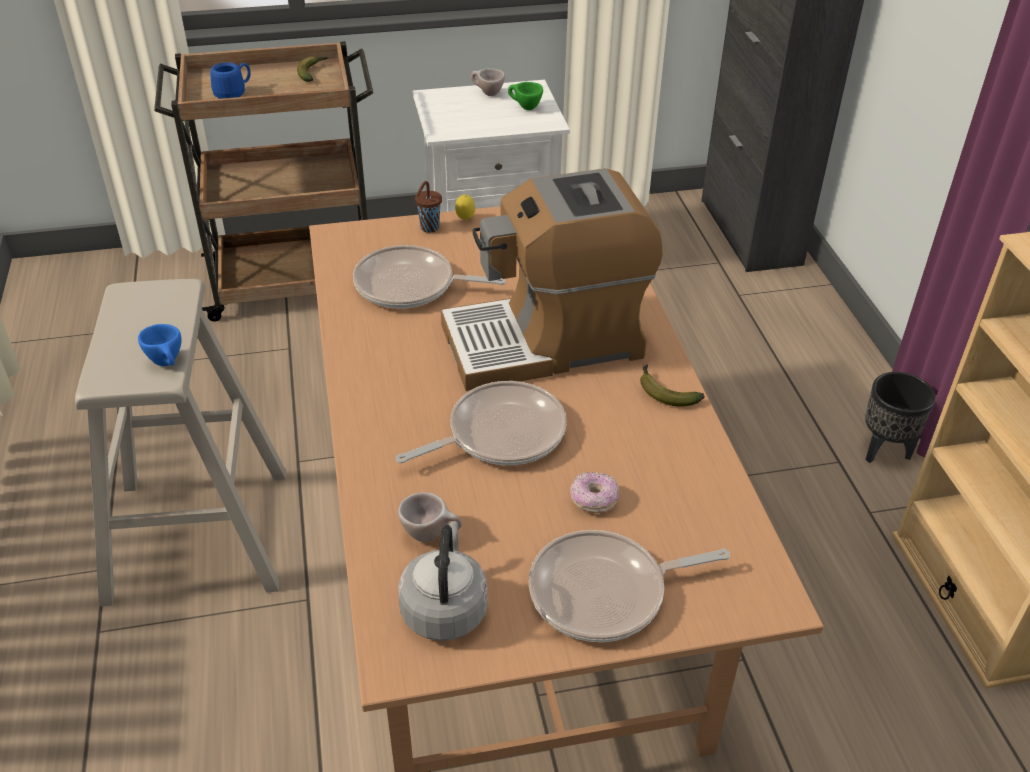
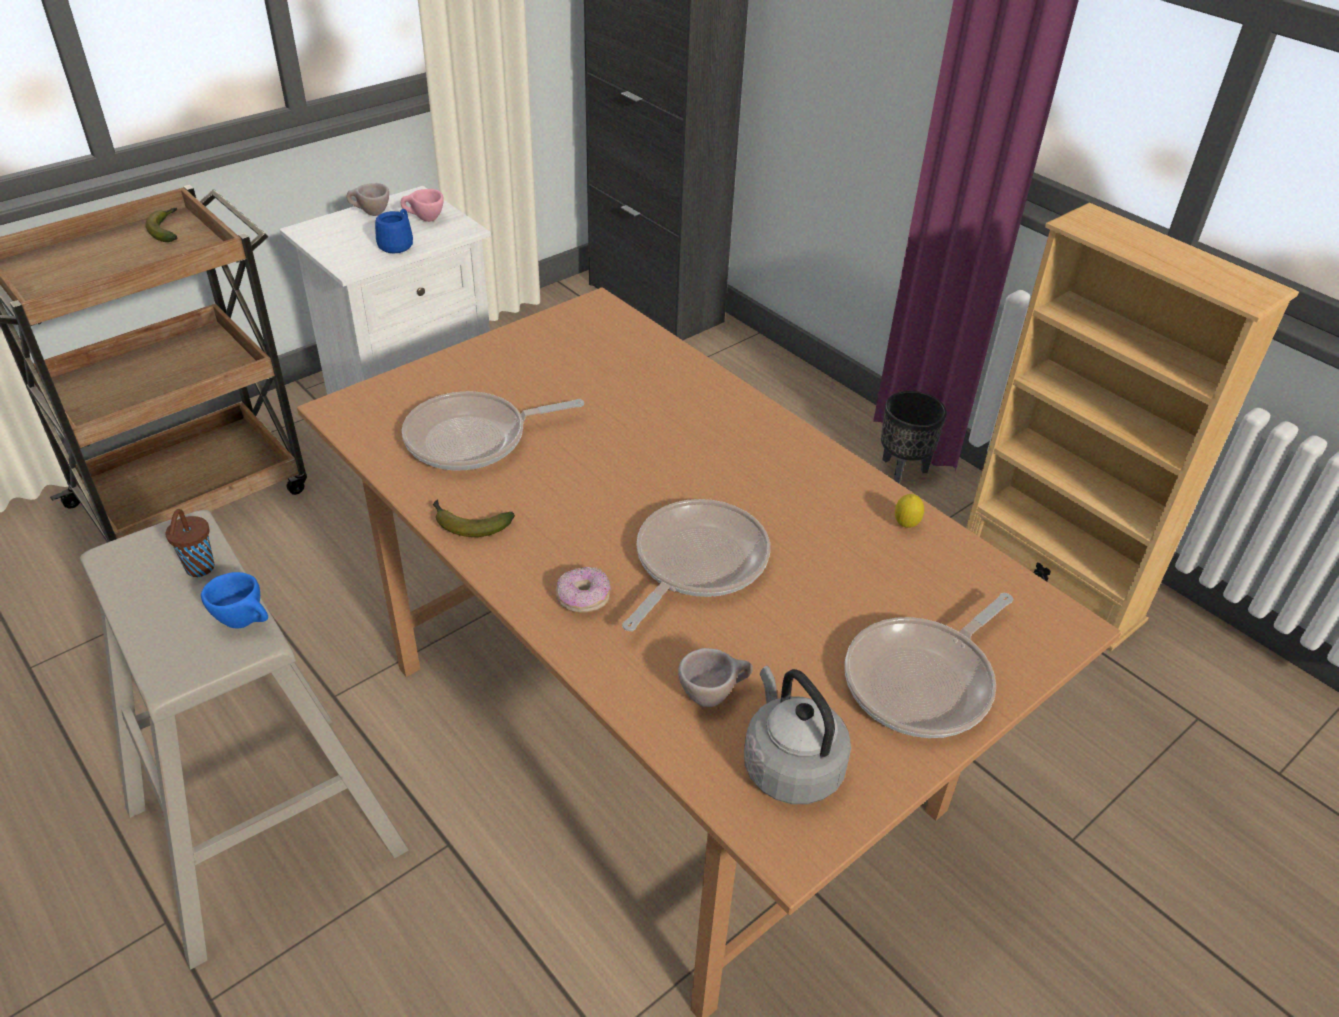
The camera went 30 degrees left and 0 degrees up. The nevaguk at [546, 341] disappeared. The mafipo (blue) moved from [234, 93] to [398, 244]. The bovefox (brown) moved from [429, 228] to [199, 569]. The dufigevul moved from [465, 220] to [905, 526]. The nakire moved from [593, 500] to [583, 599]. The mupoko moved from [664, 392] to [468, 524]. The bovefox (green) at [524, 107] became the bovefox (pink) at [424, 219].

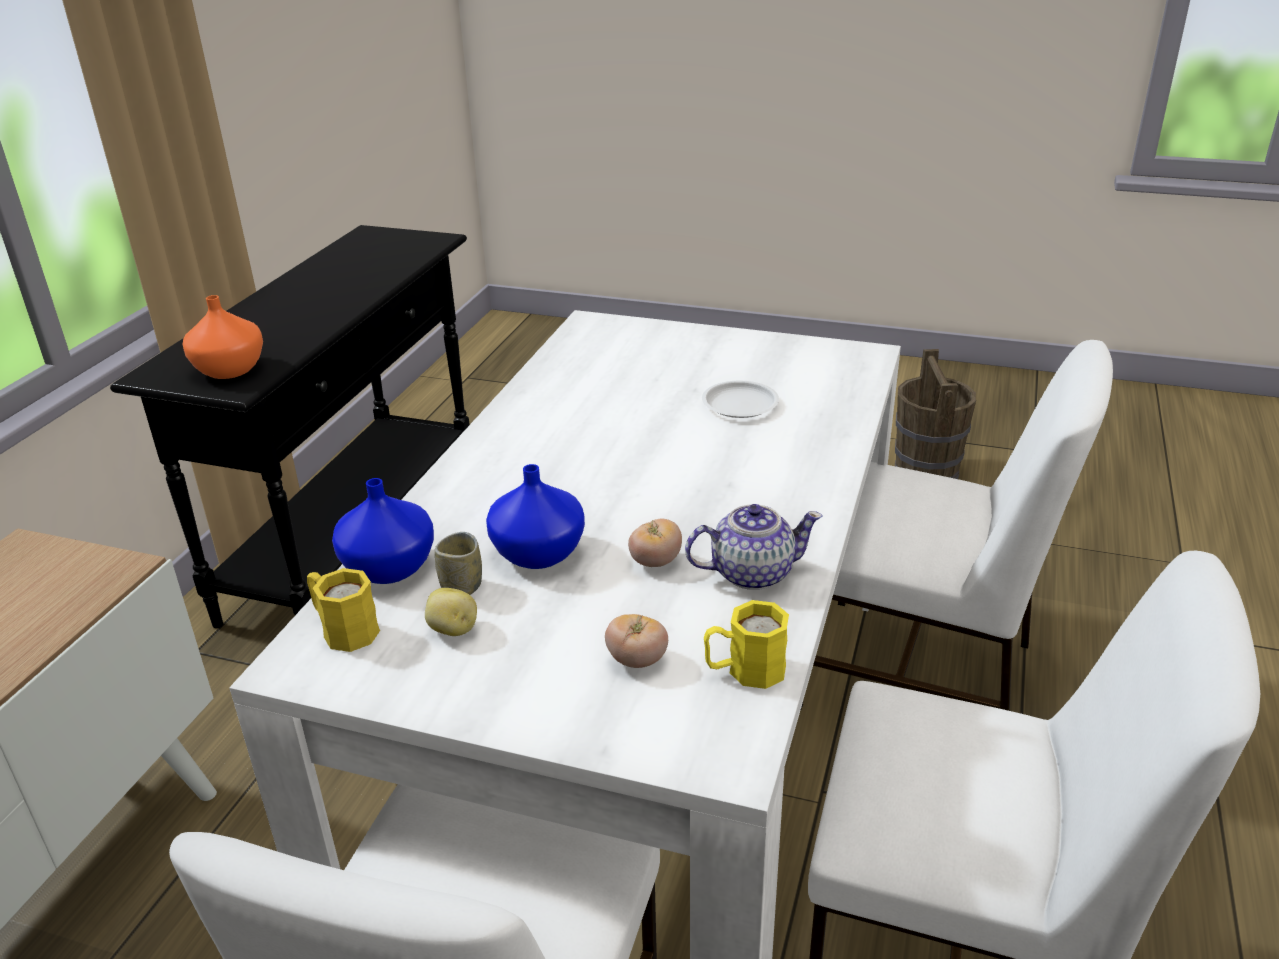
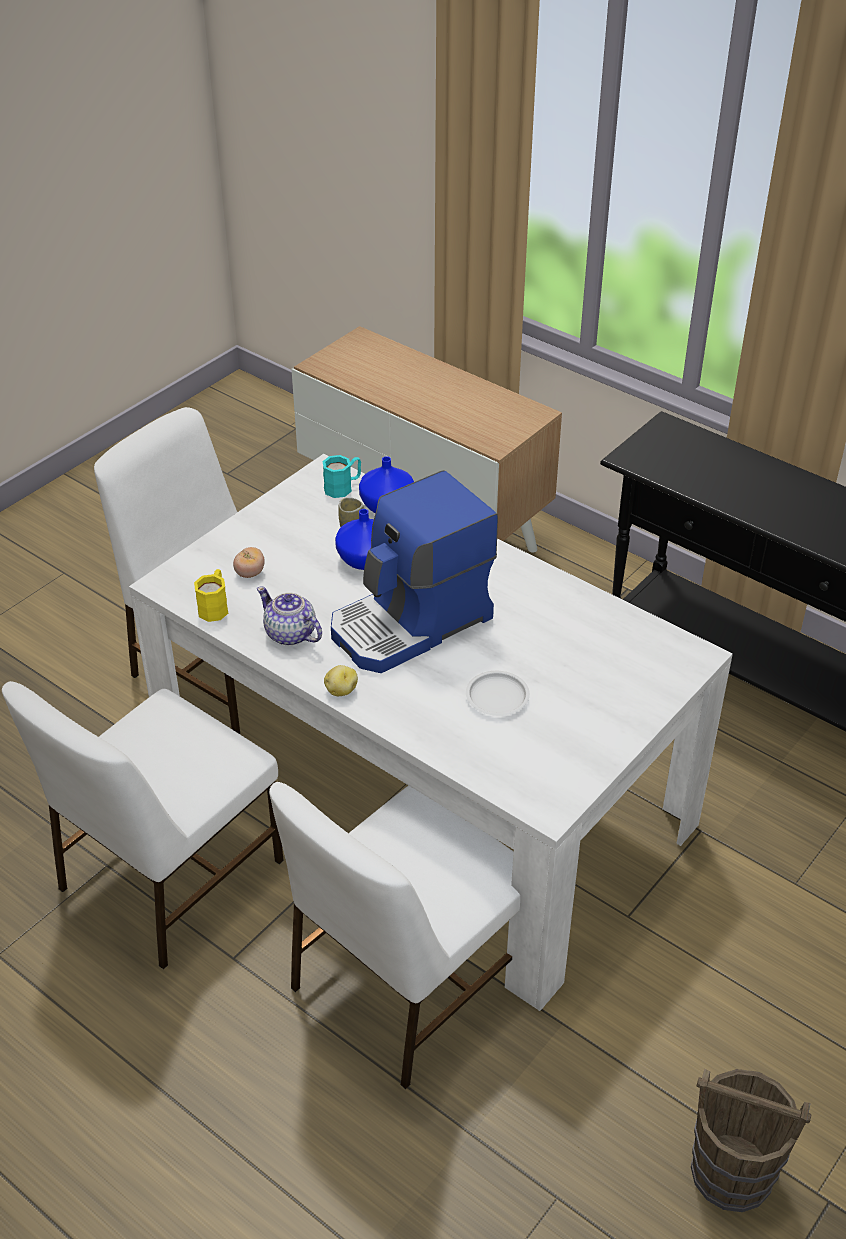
The camera went 110 degrees right and 10 degrees up. The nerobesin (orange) at [230, 370] disappeared. The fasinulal at [655, 561] disappeared. The nevaguk at [412, 624] appeared. The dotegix moved from [453, 630] to [341, 690]. The mafipo (yellow) at [343, 629] became the mafipo (turquoise) at [343, 487]. The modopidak at [751, 573] turned 120 degrees clockwise.

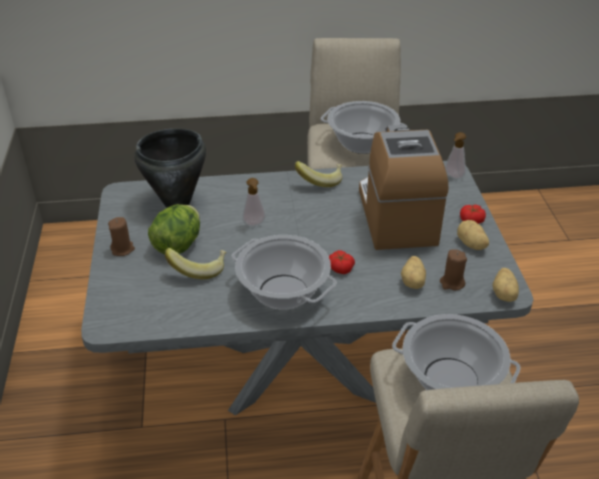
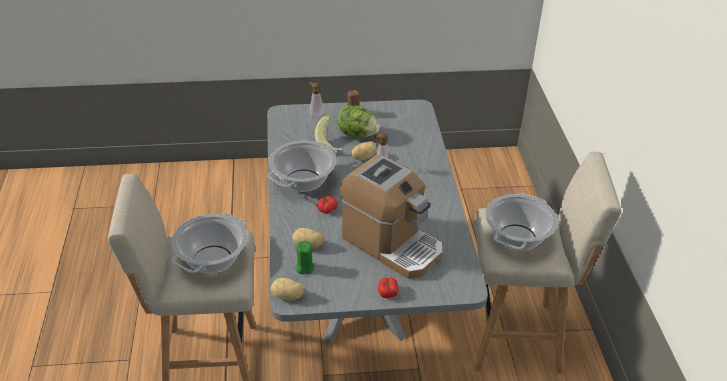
The camera went 90 degrees right and 0 degrees up. The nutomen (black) at [177, 203] disappeared. The mupoko at [320, 180] disappeared. The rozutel moved from [453, 177] to [315, 116]. The dotegix moved from [471, 244] to [363, 157]. The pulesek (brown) at [452, 283] became the pulesek (green) at [304, 267]. The nevaguk at [396, 216] turned 45 degrees clockwise.

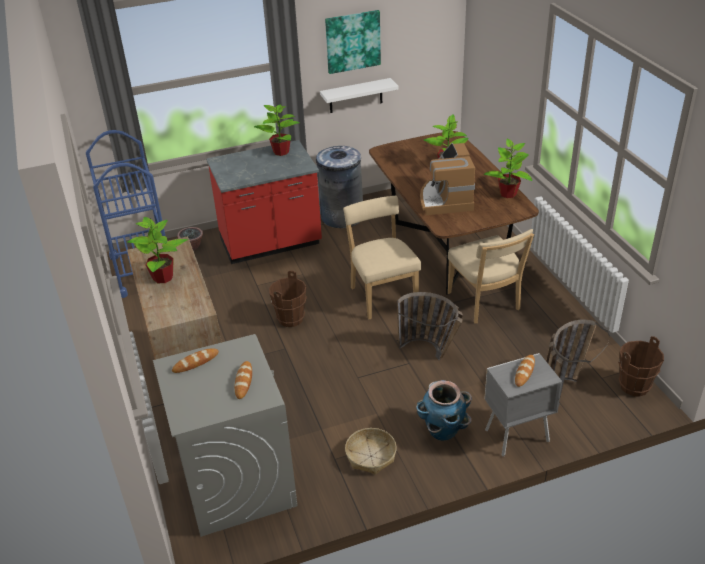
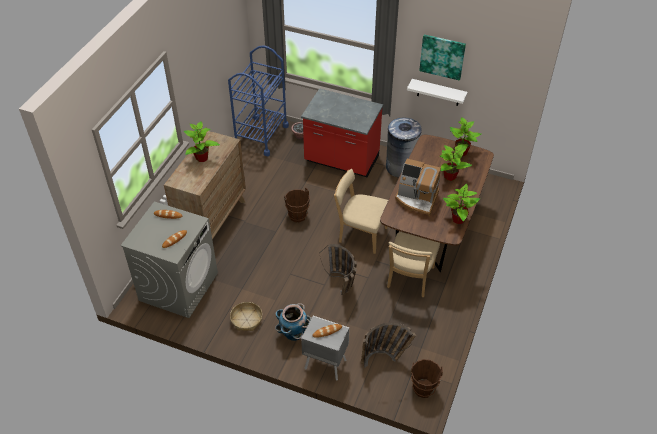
The camera went 40 degrees right and 10 degrees up. The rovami moved from [281, 152] to [461, 152]. The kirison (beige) at [382, 295] turned 90 degrees counterclockwise. The nevaguk at [445, 199] turned 105 degrees counterclockwise.

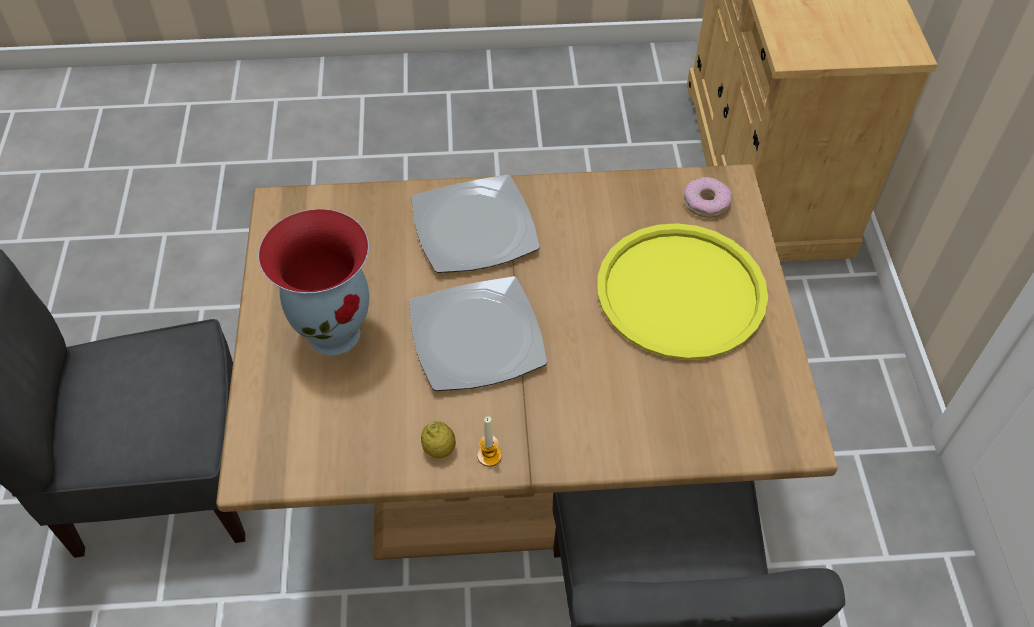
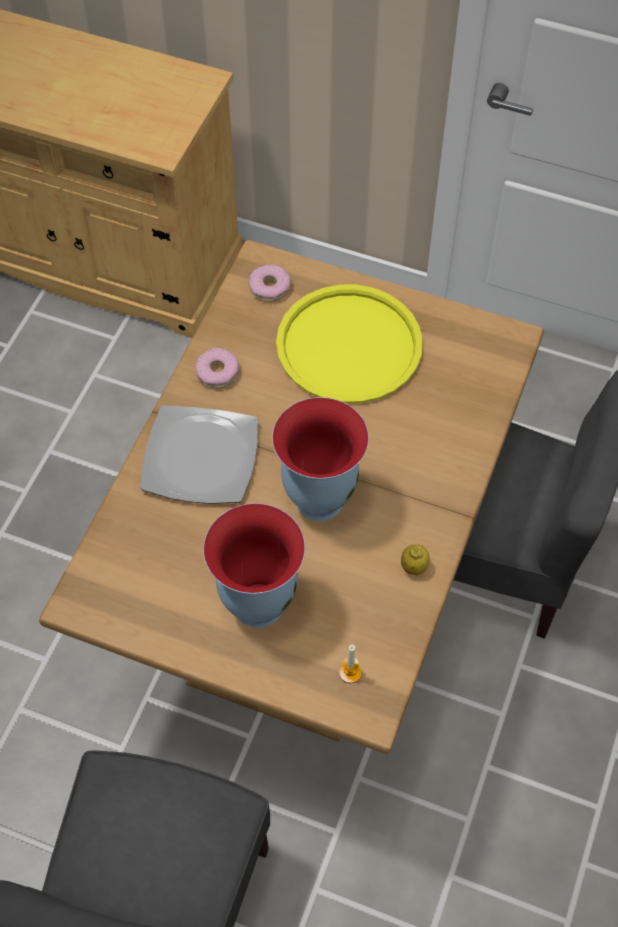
The camera went 65 degrees left and 5 degrees up. The nakire at [217, 372] appeared. The pulesek moved from [489, 455] to [350, 673]. The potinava at [477, 336] was replaced by the nerobesin at [318, 499].

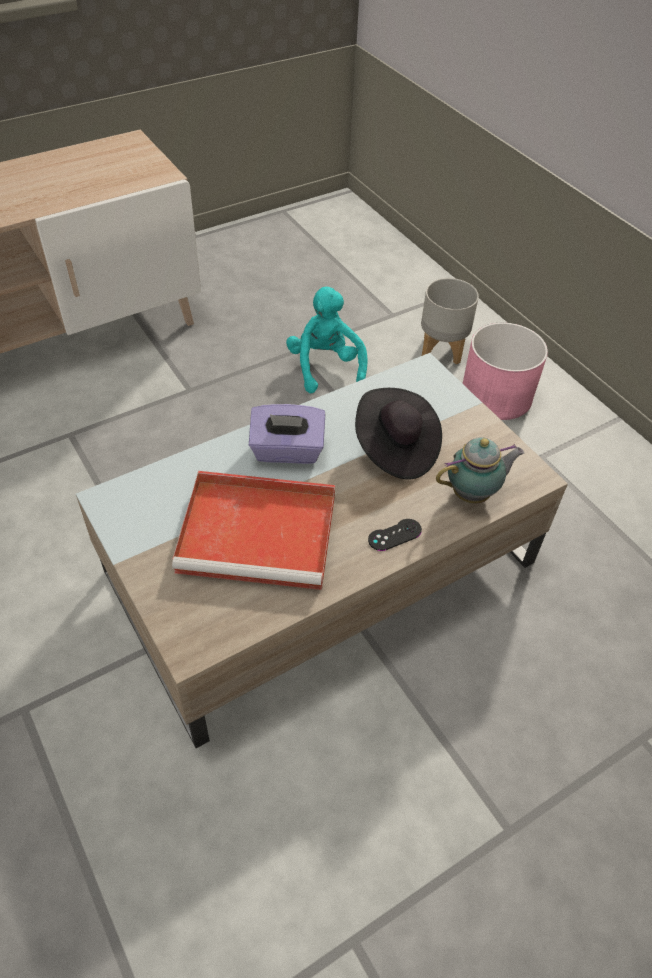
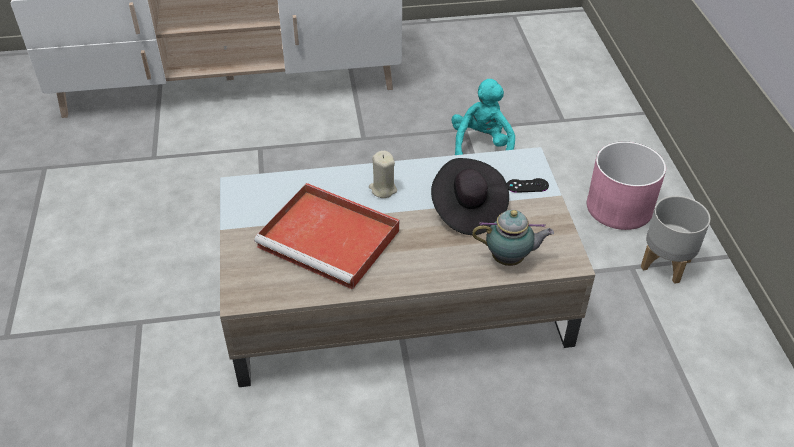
The camera went 25 degrees right and 5 degrees down. The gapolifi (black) moved from [394, 535] to [527, 185]. The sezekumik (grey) moved from [441, 350] to [665, 265]. The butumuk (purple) at [287, 451] was replaced by the pulesek (beige) at [383, 189].

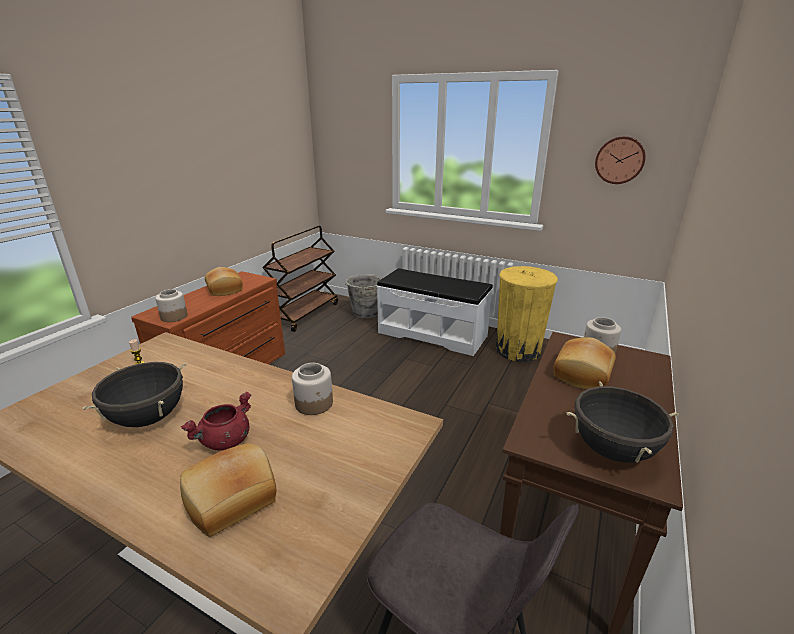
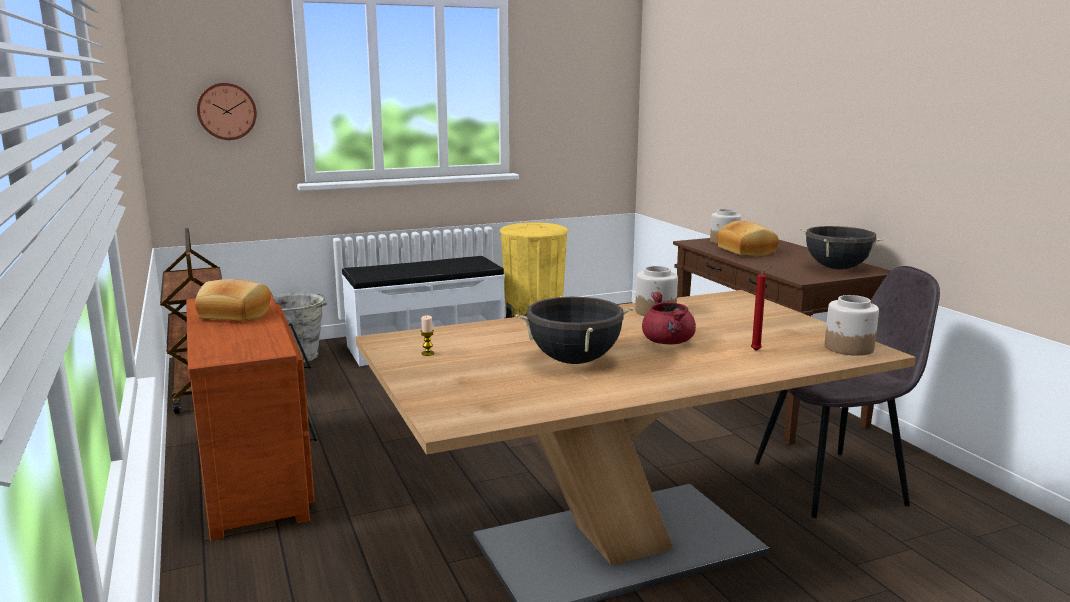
The camera went 50 degrees left and 10 degrees down. The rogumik moved from [174, 317] to [849, 348]. The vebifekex moved from [619, 160] to [226, 111]. The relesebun at [232, 500] was replaced by the pulesek (red) at [757, 351].

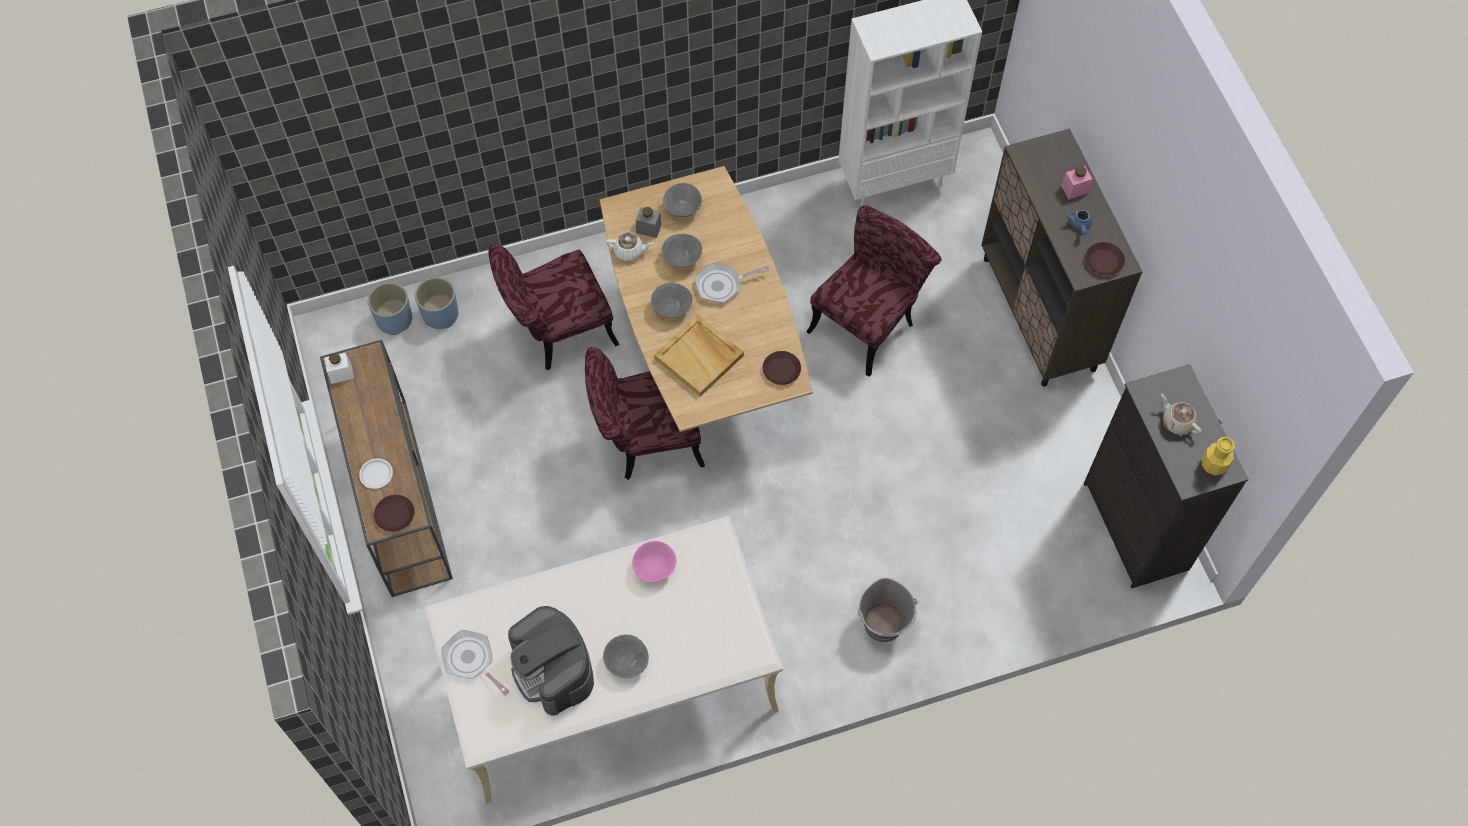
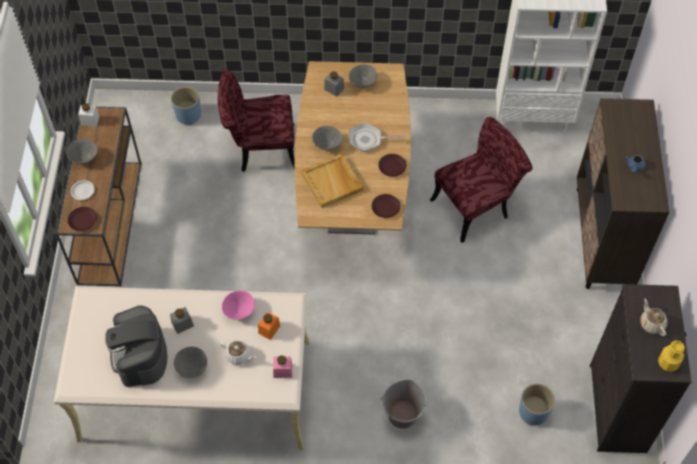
The camera went 20 degrees right and 5 degrees down. The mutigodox at [471, 660] disappeared. The kirison (red) at [645, 441] disappeared. The rogumik (grey) at [182, 324] appeared. The rogumik (orange) at [269, 329] appeared. The sezekumik (blue) moved from [394, 320] to [533, 412]. The modopidak (white) moved from [629, 251] to [238, 356]. The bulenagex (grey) moved from [682, 258] to [84, 158]. The rogumik (pink) moved from [1075, 189] to [283, 371]. The potinava (brown) moved from [1104, 261] to [392, 167].

